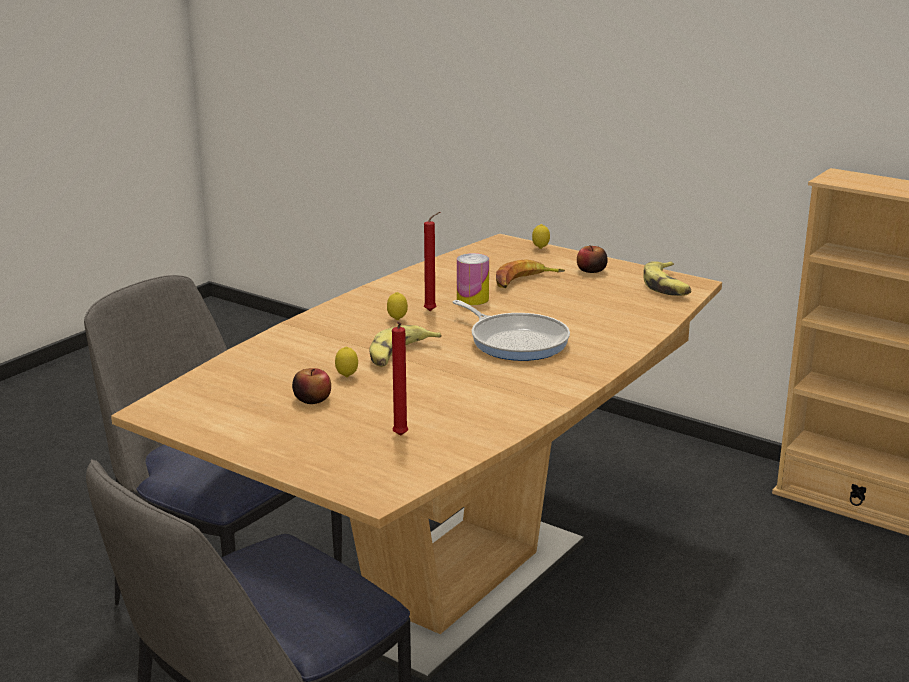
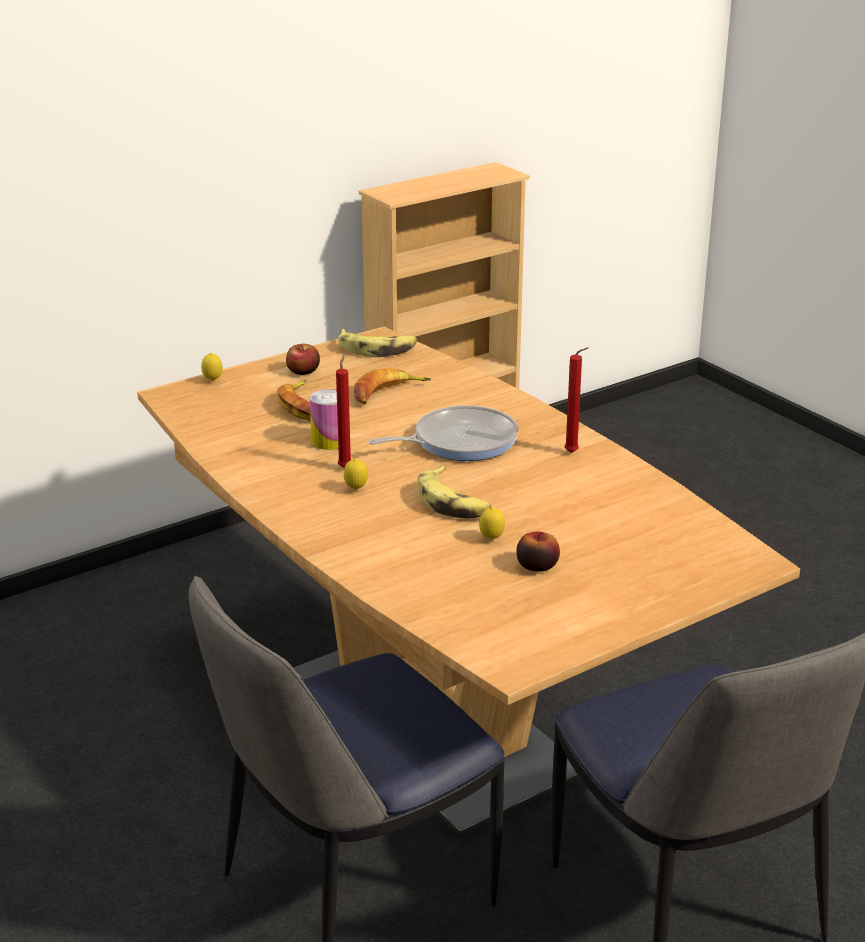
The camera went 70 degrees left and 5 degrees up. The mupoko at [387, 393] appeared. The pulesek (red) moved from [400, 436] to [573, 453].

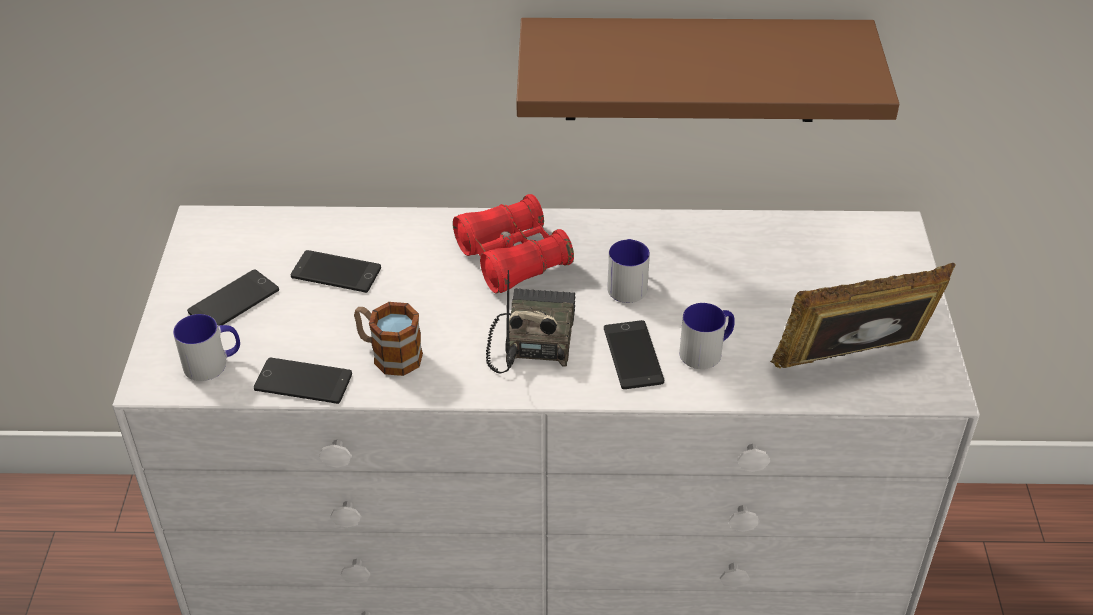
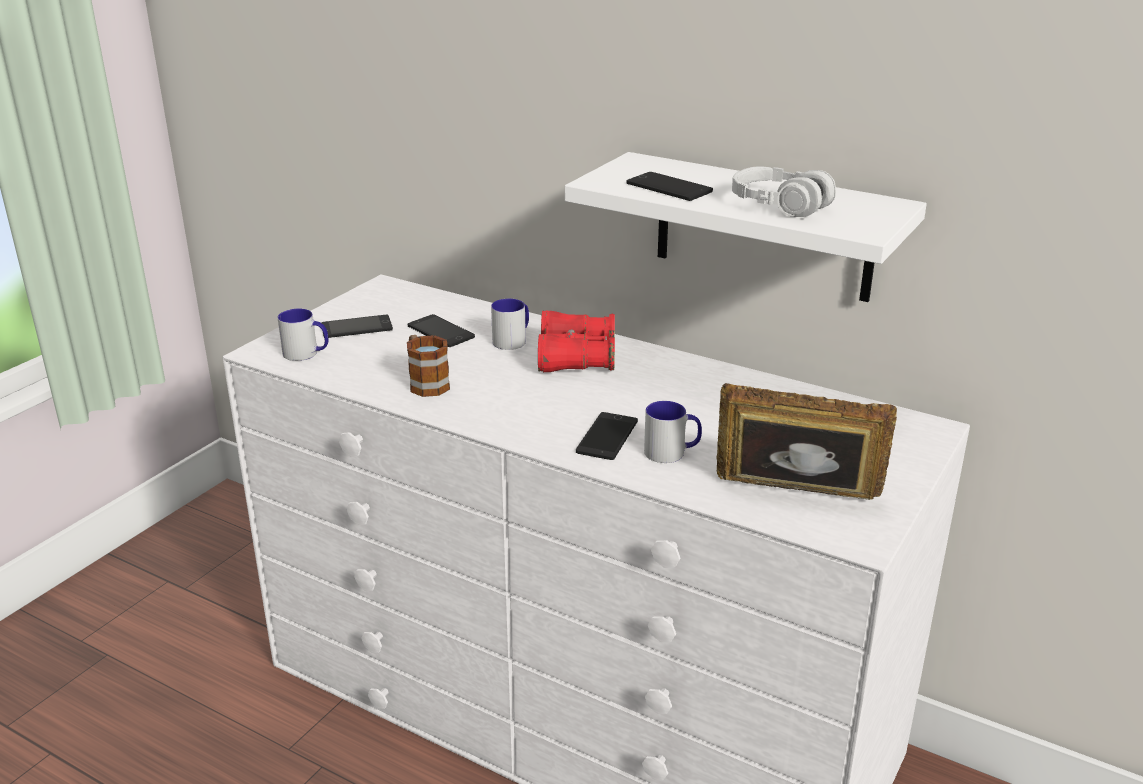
The camera went 30 degrees right and 15 degrees down. The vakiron at [532, 339] disappeared. The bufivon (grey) at [780, 206] appeared. The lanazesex moved from [303, 382] to [669, 187]. The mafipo moved from [627, 283] to [513, 340]. The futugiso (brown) at [692, 70] became the futugiso (white) at [763, 227].

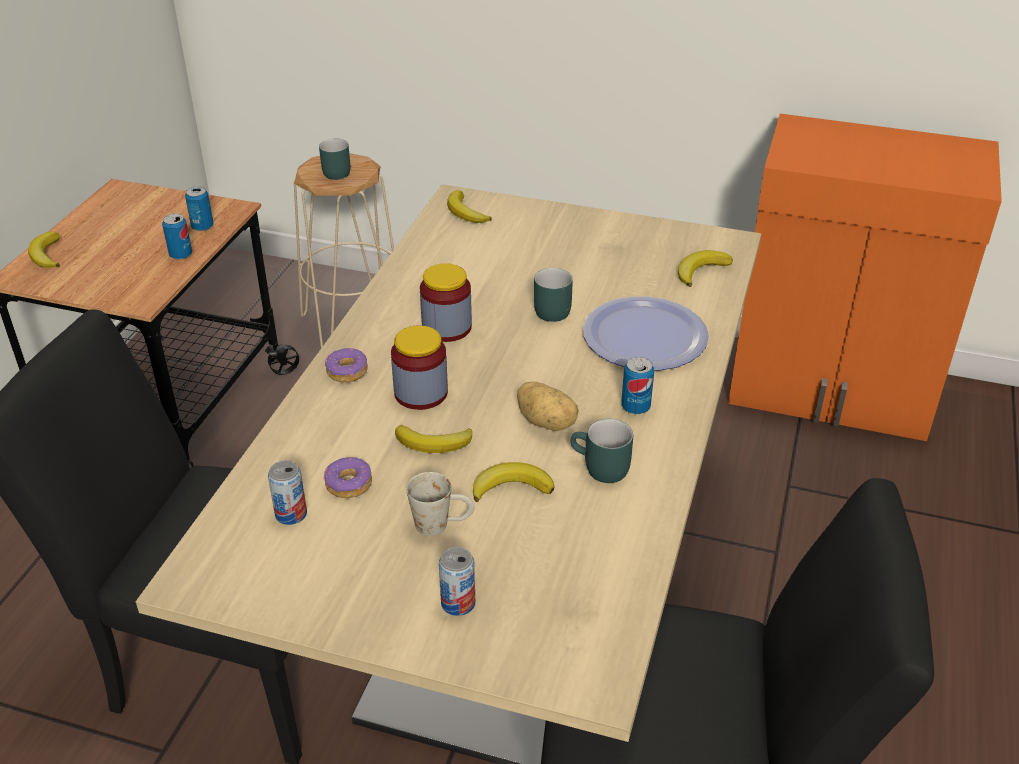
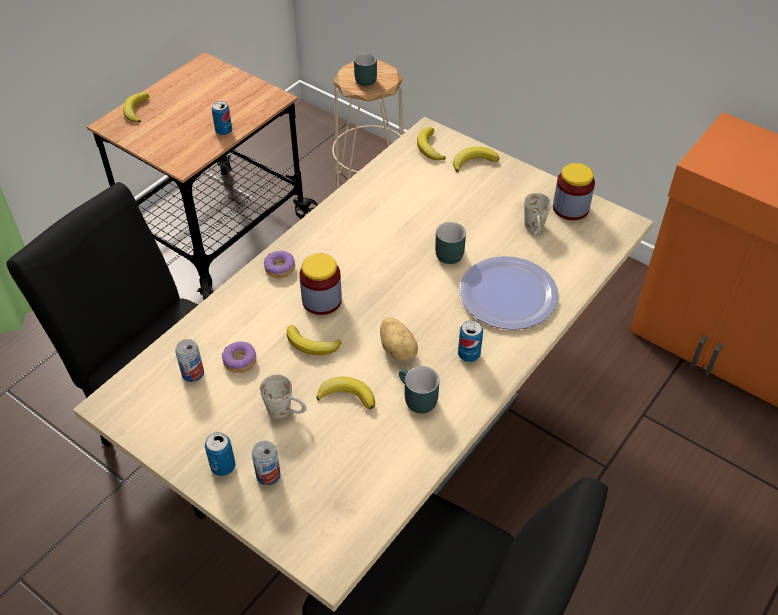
The camera went 20 degrees right and 10 degrees up. The mafipo (white) at [535, 229] appeared. The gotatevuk moved from [202, 227] to [223, 466]. The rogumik moved from [446, 327] to [570, 208]. The mupoko moved from [700, 271] to [473, 161].

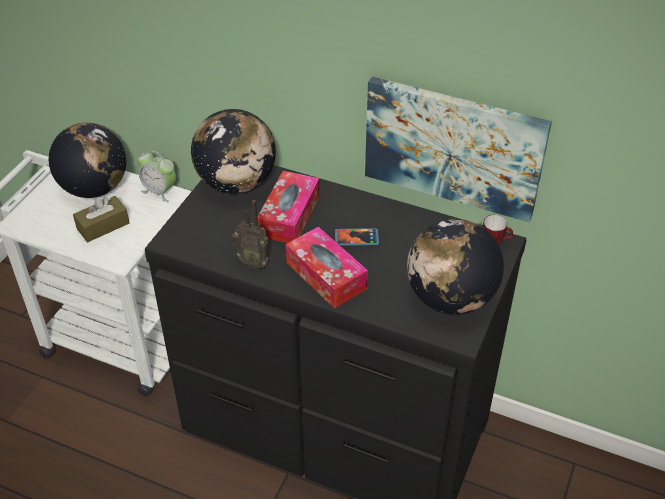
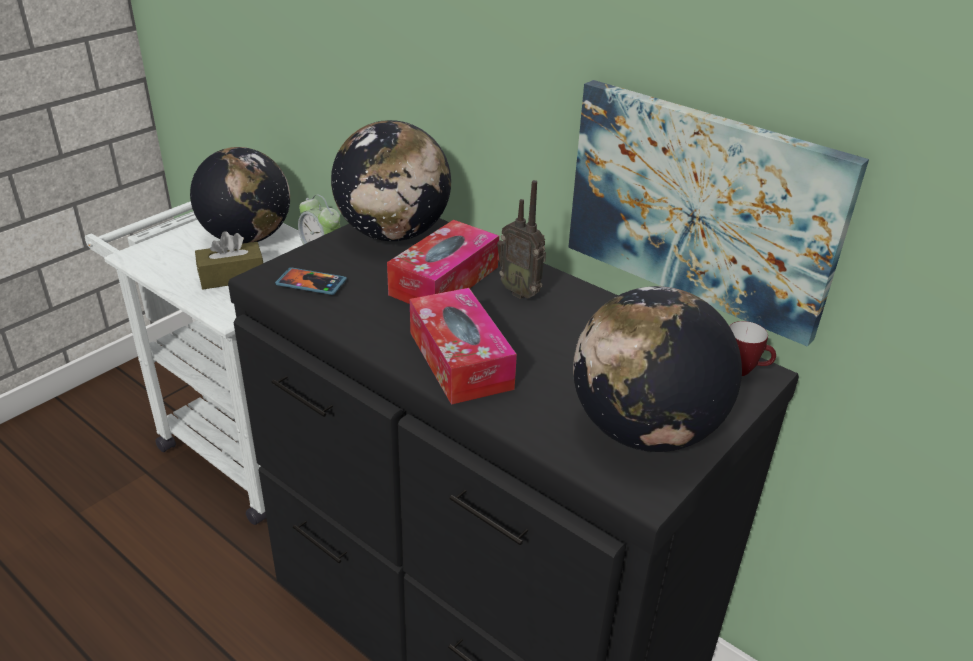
The camera went 15 degrees right and 10 degrees down. The vakiron moved from [253, 262] to [521, 291]. The lanazesex moved from [356, 238] to [311, 283].

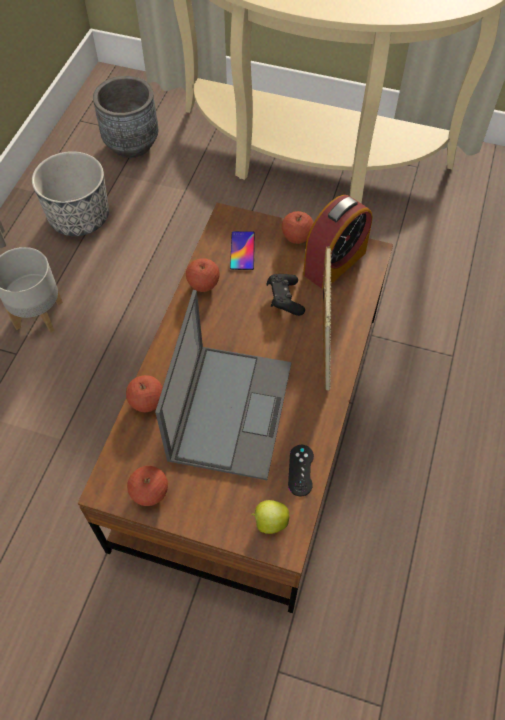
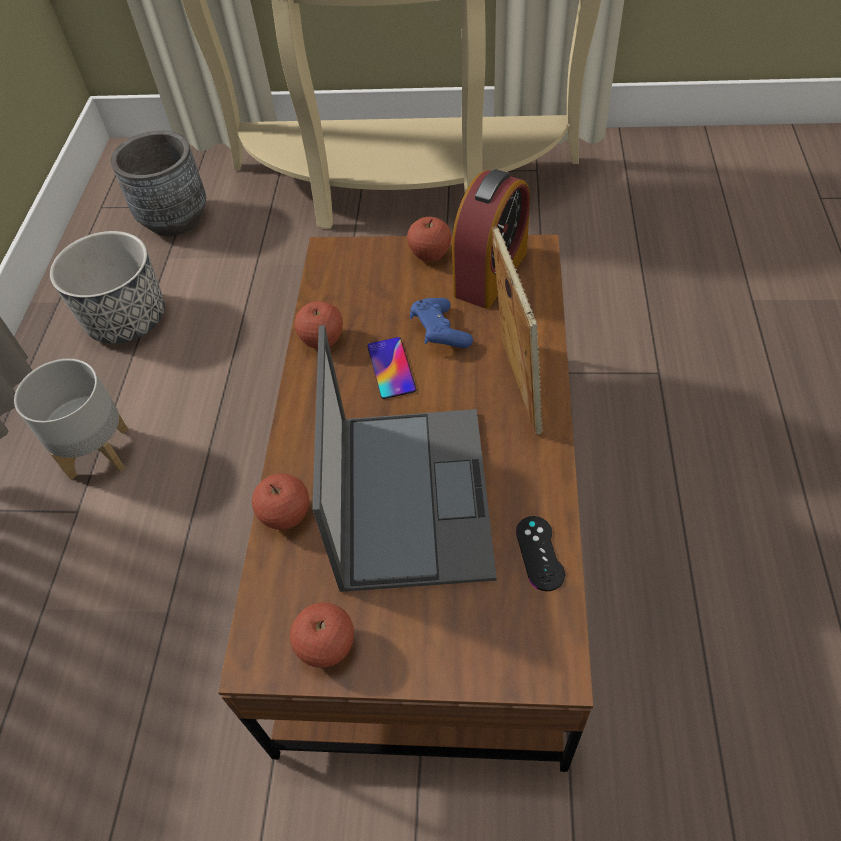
The camera went 10 degrees left and 5 degrees down. The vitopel at [269, 522] disappeared. The lanazesex moved from [242, 251] to [391, 368]. The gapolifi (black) at [284, 299] became the gapolifi (blue) at [439, 332].

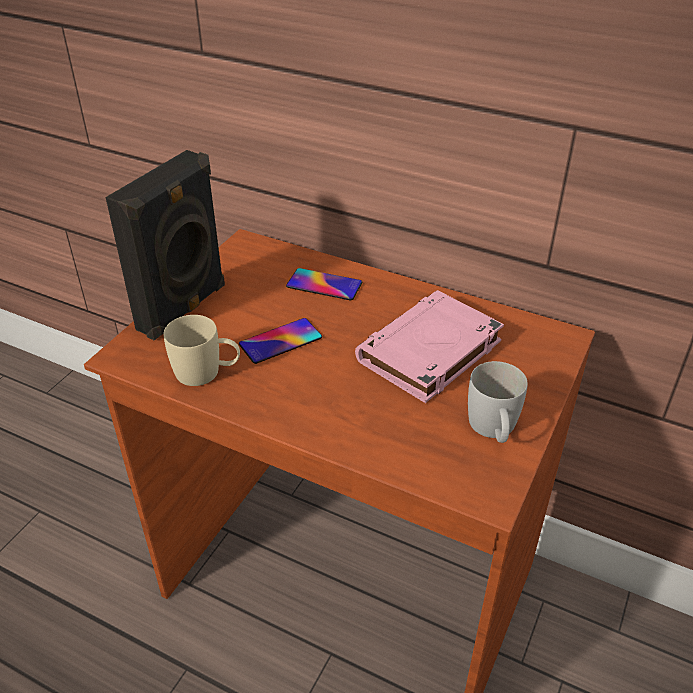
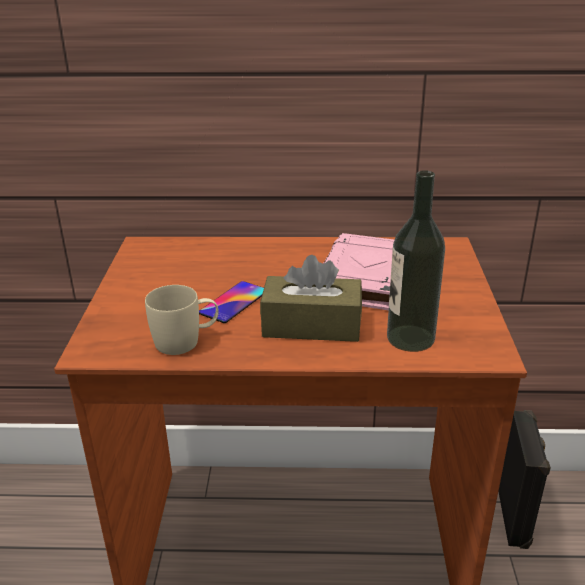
The camera went 25 degrees left and 10 degrees down. The lanazesex at [324, 285] disappeared. The mafipo (white) at [493, 430] disappeared. The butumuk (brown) at [312, 325] appeared. The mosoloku at [410, 338] appeared. The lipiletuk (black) moved from [184, 308] to [515, 517].

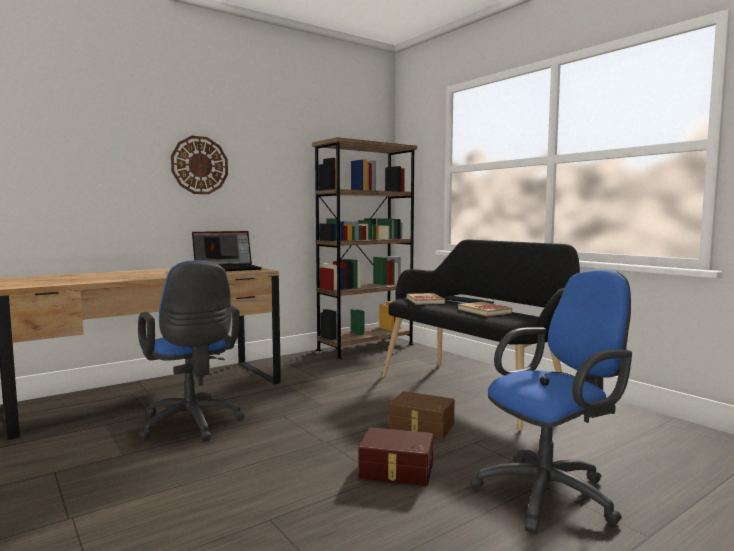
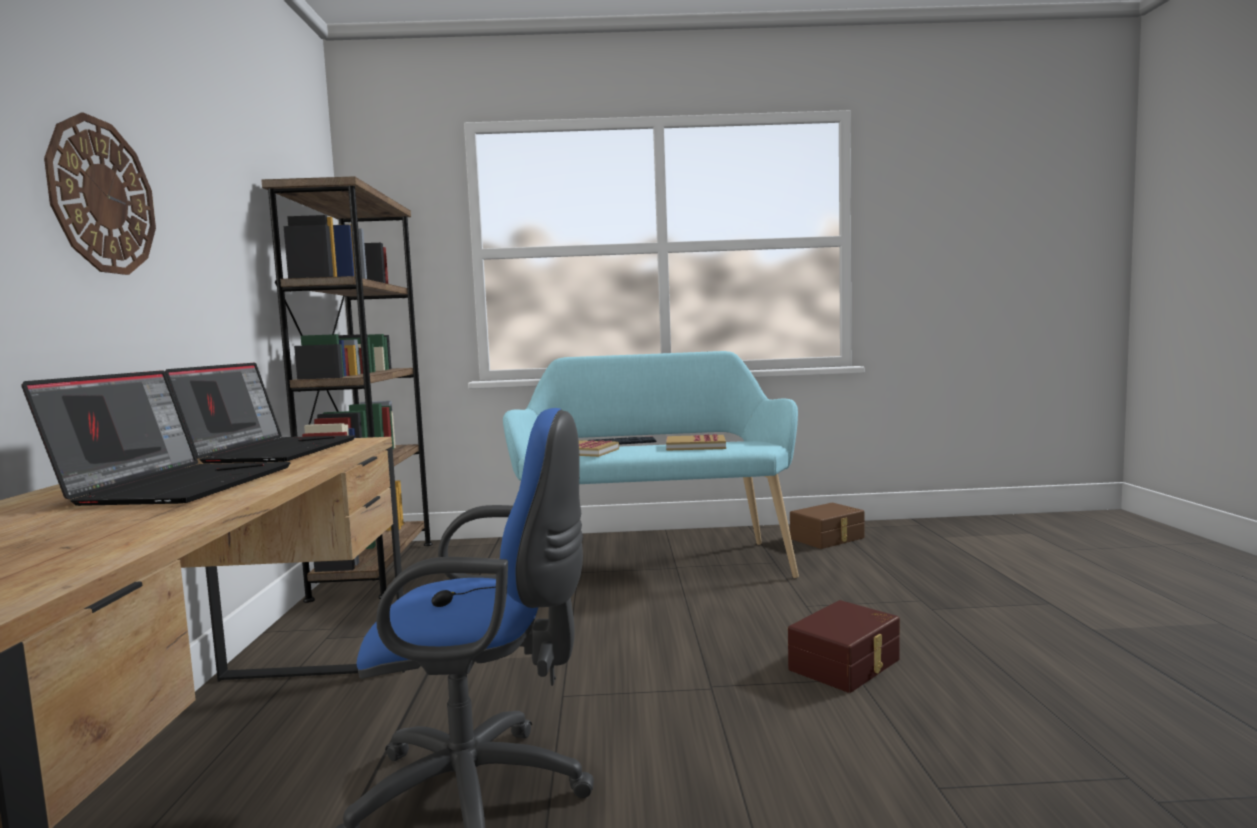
The camera went 55 degrees left and 0 degrees up. The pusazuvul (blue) at [552, 494] disappeared. The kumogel at [178, 485] appeared. The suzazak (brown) moved from [421, 427] to [828, 538]. The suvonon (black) at [476, 390] became the suvonon (turquoise) at [654, 562].

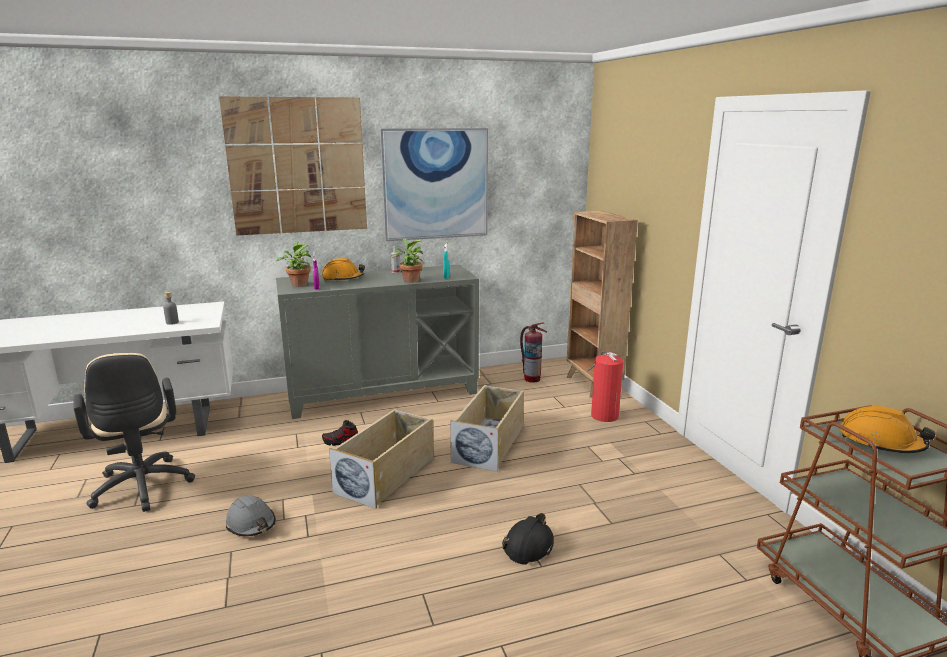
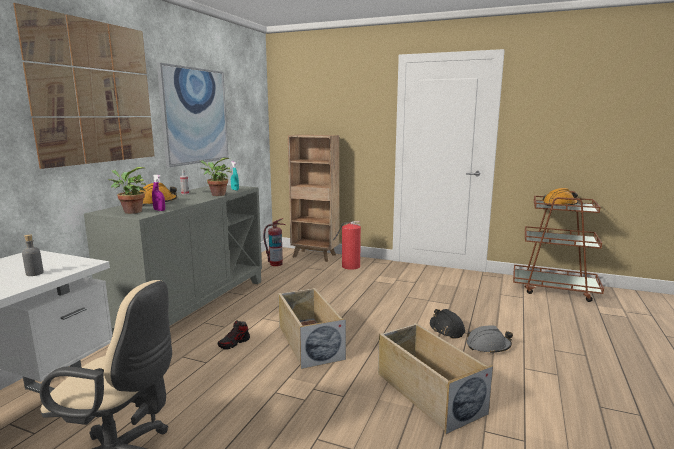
The camera went 50 degrees left and 5 degrees down. The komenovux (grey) moved from [251, 524] to [488, 346]. The suzazak (beige) moved from [489, 443] to [427, 393].

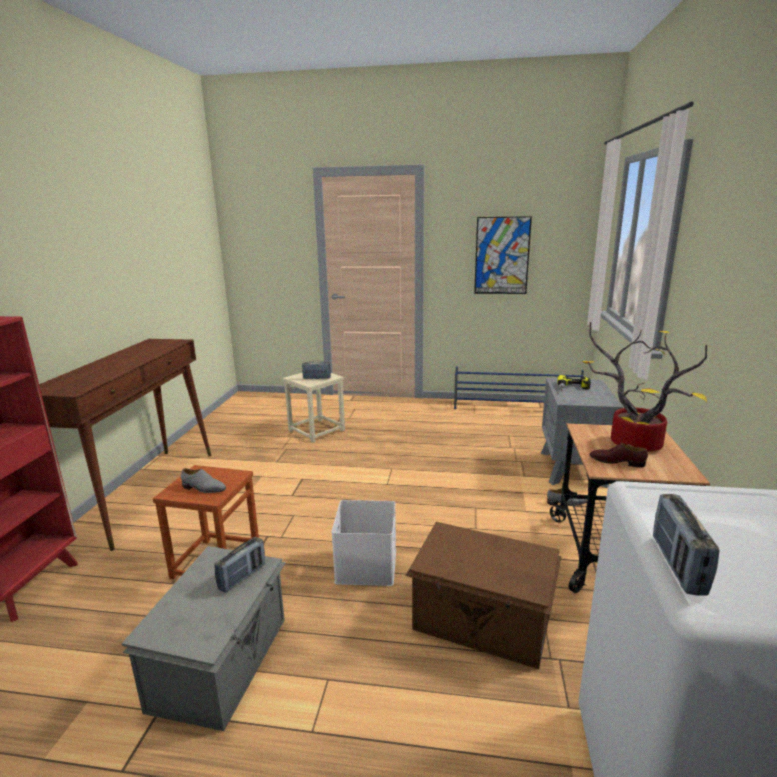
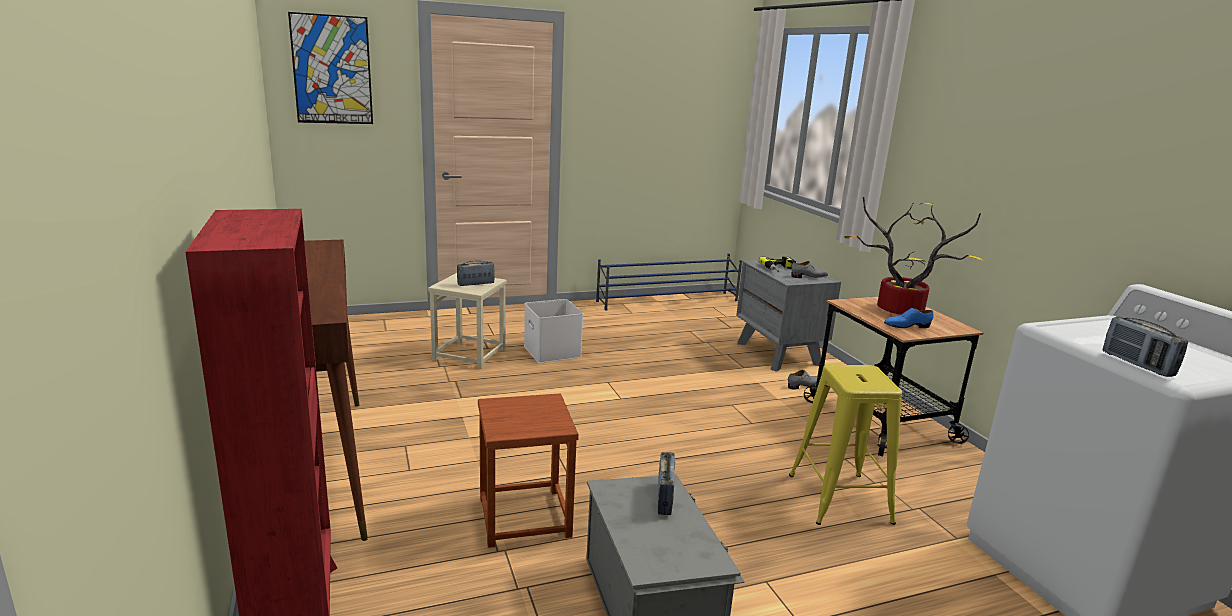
The camera went 30 degrees left and 0 degrees up. The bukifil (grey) moved from [203, 488] to [809, 277]. The suzazak (white) moved from [367, 566] to [553, 351]. The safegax moved from [502, 256] to [332, 70]. The suzazak (brown) at [482, 623] was replaced by the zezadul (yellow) at [839, 498]. The bukifil (brown) at [616, 462] became the bukifil (blue) at [906, 326].

